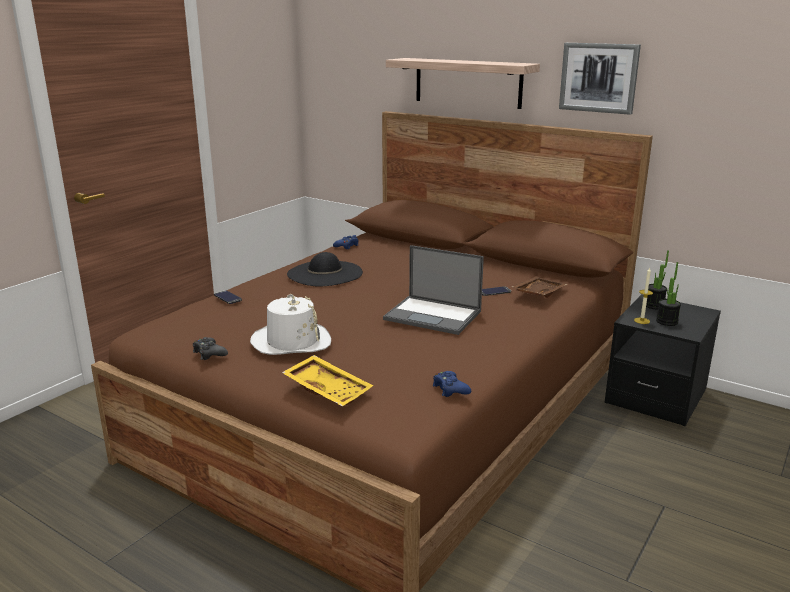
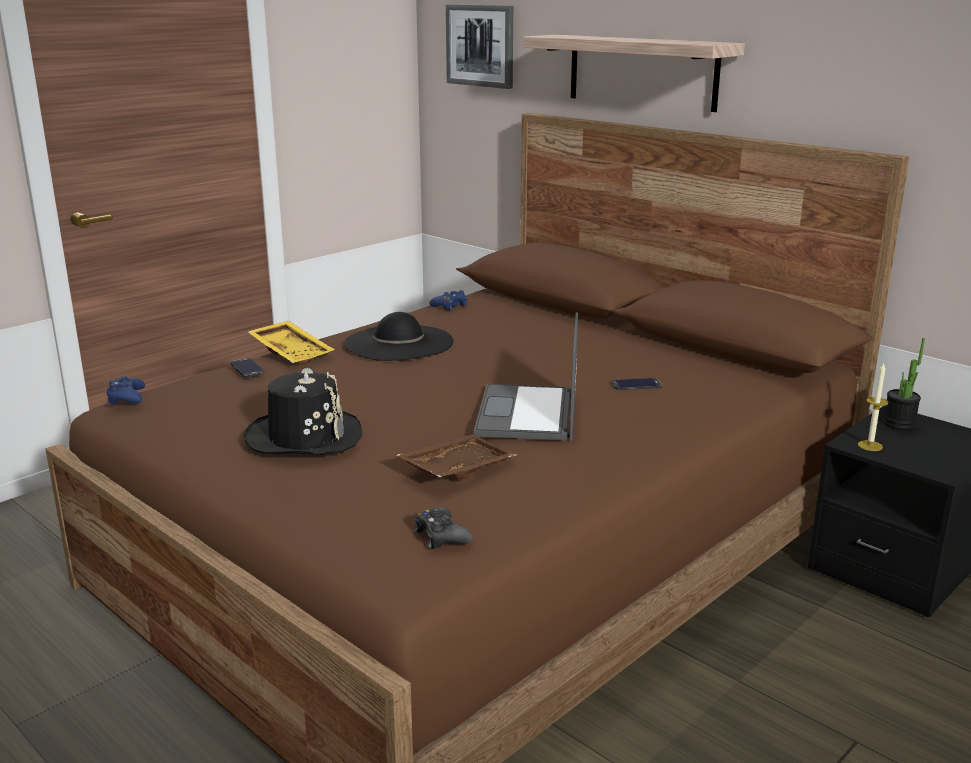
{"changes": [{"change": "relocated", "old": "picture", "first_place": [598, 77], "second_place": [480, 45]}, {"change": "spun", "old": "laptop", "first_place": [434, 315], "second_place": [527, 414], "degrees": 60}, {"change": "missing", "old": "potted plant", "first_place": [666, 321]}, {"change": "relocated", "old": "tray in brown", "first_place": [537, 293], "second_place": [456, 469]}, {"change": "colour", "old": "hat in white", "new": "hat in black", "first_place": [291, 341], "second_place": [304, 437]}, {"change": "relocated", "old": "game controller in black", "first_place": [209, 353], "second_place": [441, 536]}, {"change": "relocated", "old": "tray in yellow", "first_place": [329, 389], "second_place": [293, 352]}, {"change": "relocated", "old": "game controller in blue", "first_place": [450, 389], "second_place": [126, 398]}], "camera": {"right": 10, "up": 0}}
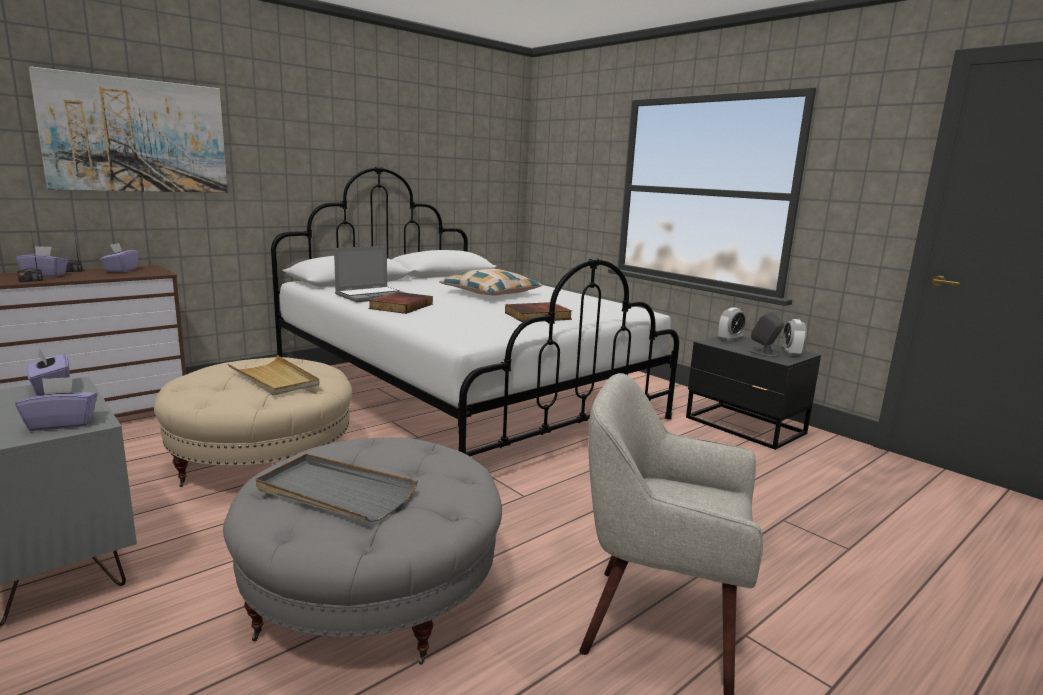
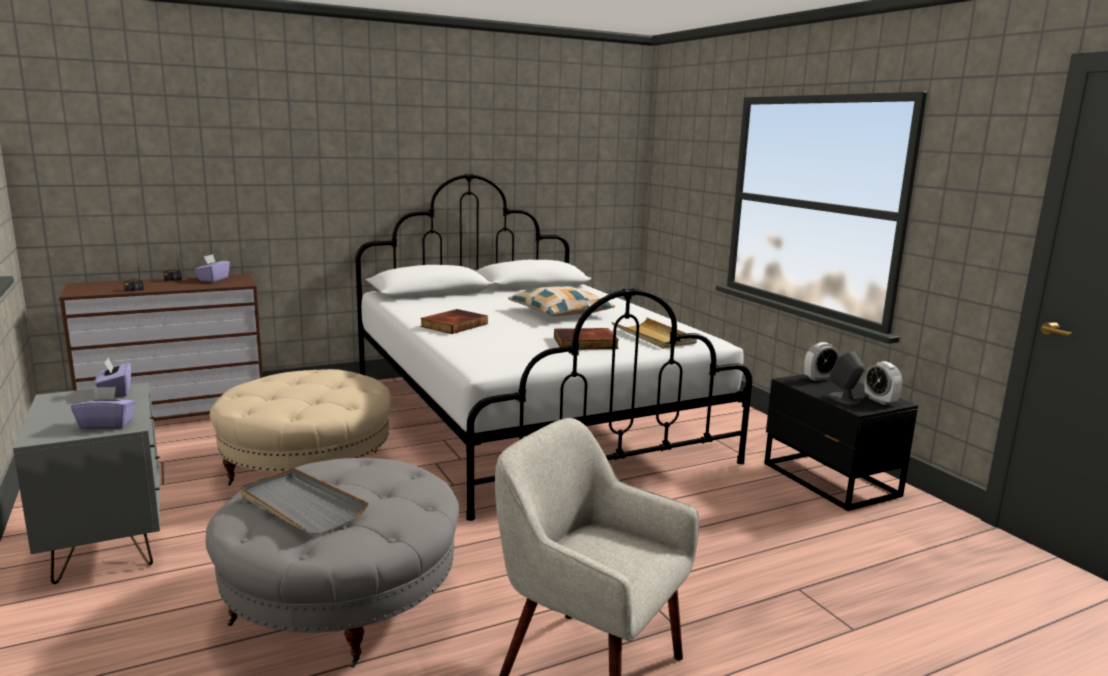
{"changes": [{"change": "missing", "old": "picture", "first_place": [137, 136]}, {"change": "missing", "old": "tissue box in purple", "first_place": [45, 275]}, {"change": "missing", "old": "laptop", "first_place": [372, 296]}, {"change": "spun", "old": "alarm clock", "first_place": [791, 353], "second_place": [880, 401], "degrees": -45}, {"change": "relocated", "old": "tray in beige", "first_place": [274, 379], "second_place": [653, 336]}], "camera": {"right": 15, "up": 0}}
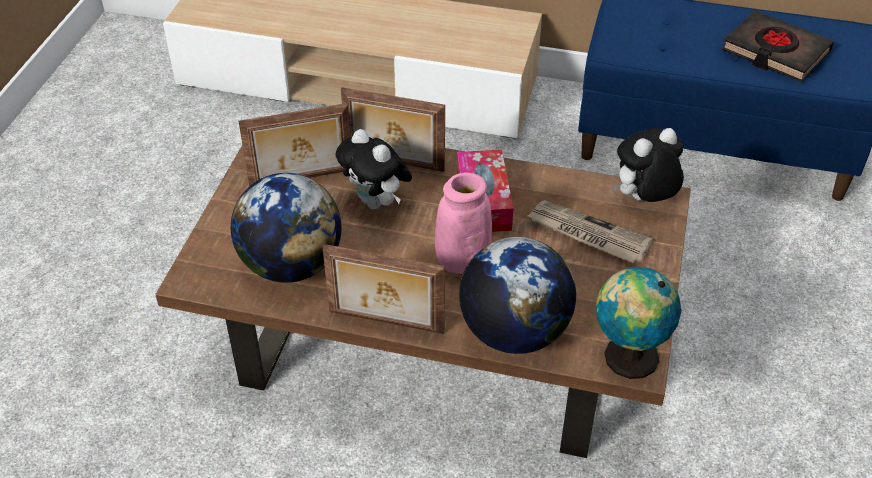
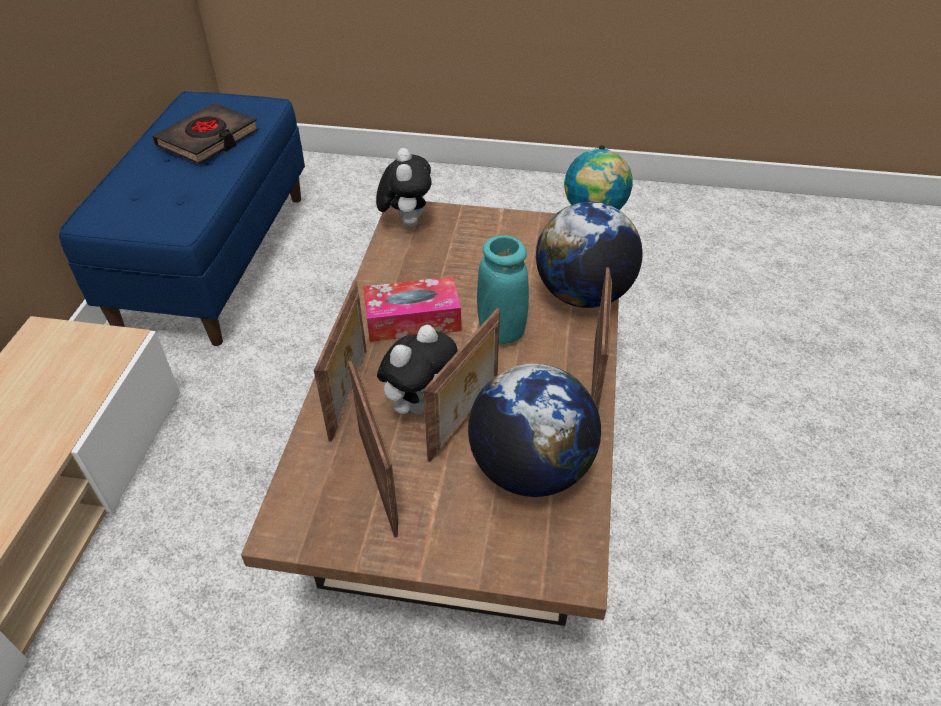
{"changes": [{"change": "spun", "old": "plush toy", "first_place": [643, 200], "second_place": [406, 221], "degrees": -150}, {"change": "colour", "old": "vase in pink", "new": "vase in turquoise", "first_place": [462, 261], "second_place": [501, 331]}, {"change": "missing", "old": "newspaper", "first_place": [587, 234]}, {"change": "appeared", "new": "picture frame", "second_place": [466, 419]}], "camera": {"right": -95, "up": 0}}
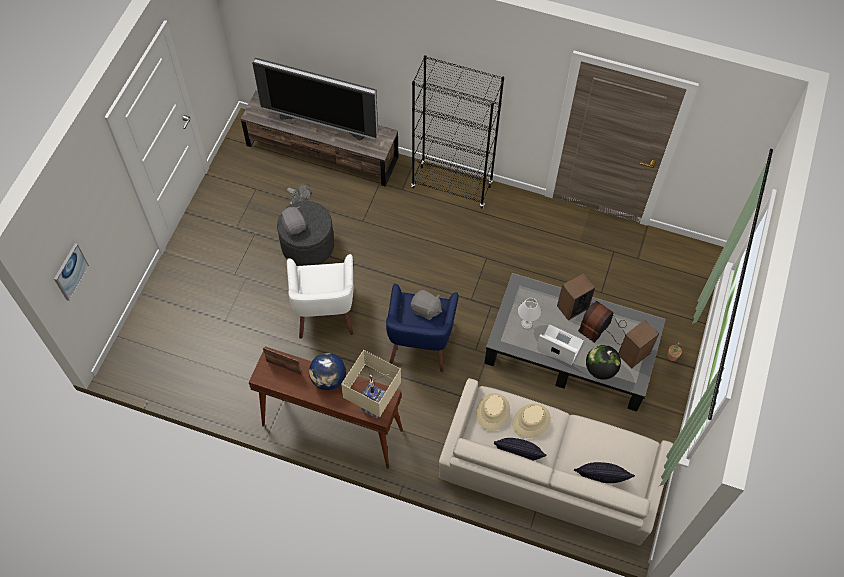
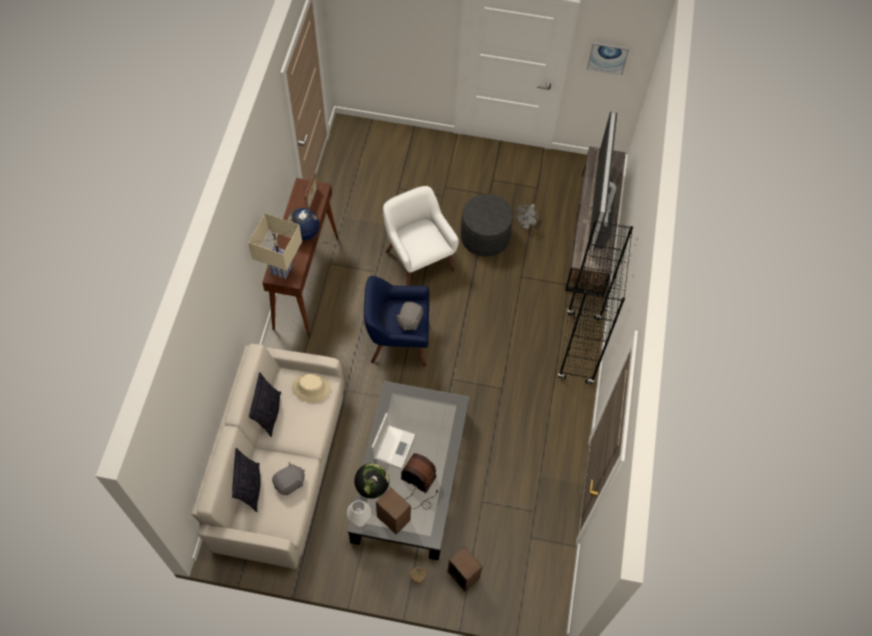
{"changes": [{"change": "relocated", "old": "plush toy in grey", "first_place": [294, 226], "second_place": [290, 483]}, {"change": "relocated", "old": "picture", "first_place": [70, 271], "second_place": [607, 57]}, {"change": "spun", "old": "armchair in white", "first_place": [325, 312], "second_place": [418, 260], "degrees": 75}, {"change": "relocated", "old": "speaker", "first_place": [572, 307], "second_place": [463, 575]}, {"change": "relocated", "old": "table lamp in white", "first_place": [526, 323], "second_place": [360, 521]}, {"change": "missing", "old": "hat in beige", "first_place": [531, 421]}], "camera": {"right": 80, "up": 0}}
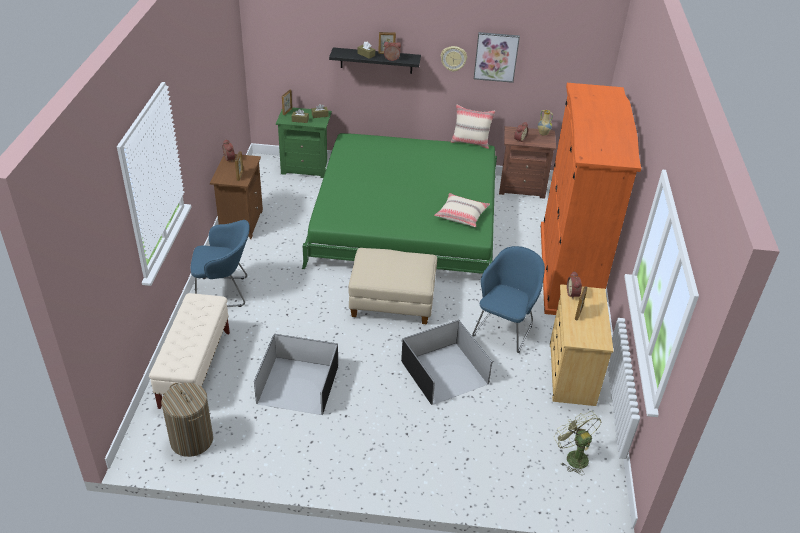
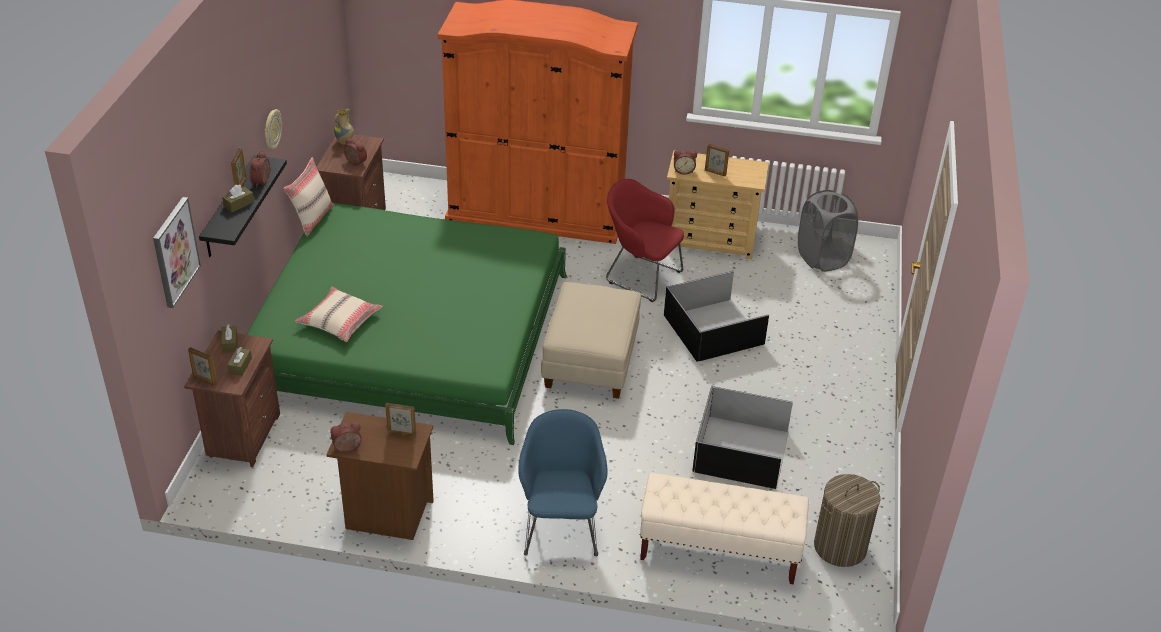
{"changes": [{"change": "relocated", "old": "picture", "first_place": [496, 57], "second_place": [174, 252]}, {"change": "colour", "old": "nightstand in green", "new": "nightstand in brown", "first_place": [306, 168], "second_place": [242, 435]}, {"change": "relocated", "old": "pillow in beige", "first_place": [461, 215], "second_place": [339, 321]}, {"change": "colour", "old": "armchair in blue", "new": "armchair in red", "first_place": [504, 329], "second_place": [640, 276]}, {"change": "exchanged", "old": "fan in green", "new": "laundry basket in grey", "first_place": [573, 456], "second_place": [822, 258]}], "camera": {"right": -85, "up": 0}}
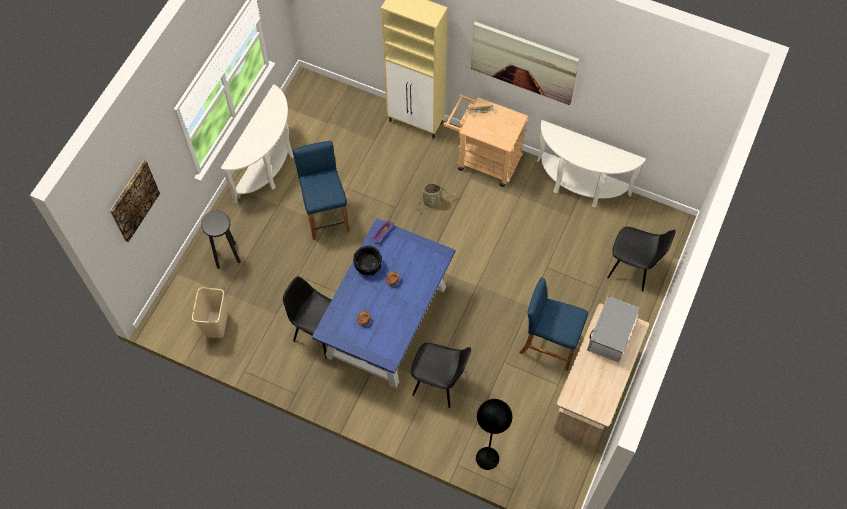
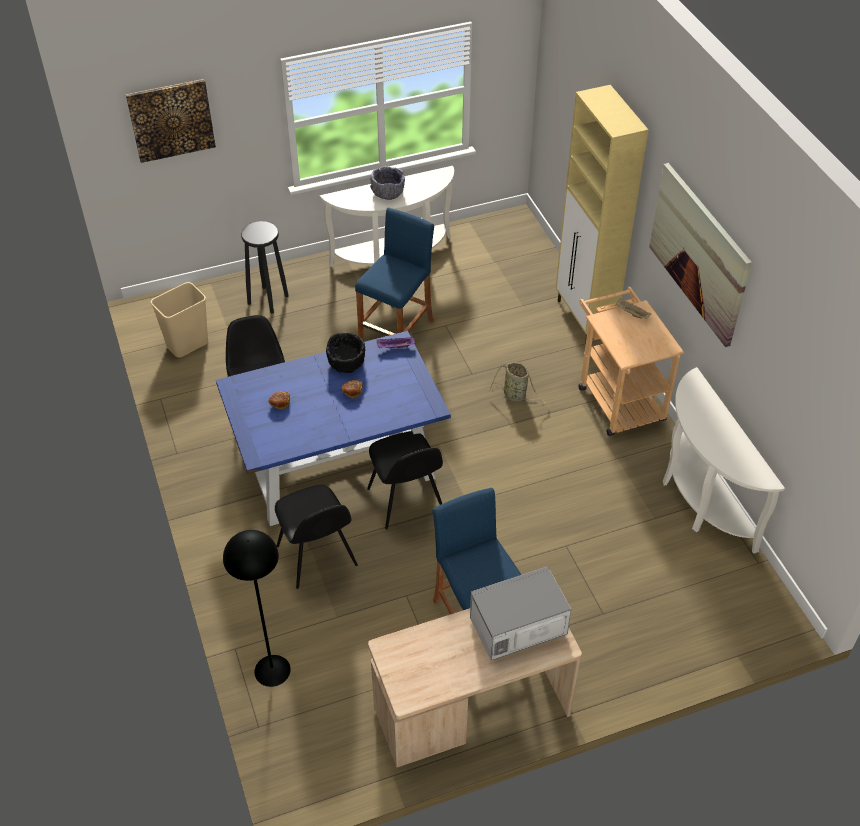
{"changes": [{"change": "relocated", "old": "chair in black", "first_place": [633, 268], "second_place": [406, 501]}, {"change": "appeared", "new": "bowl in grey", "second_place": [387, 192]}], "camera": {"right": 45, "up": -15}}
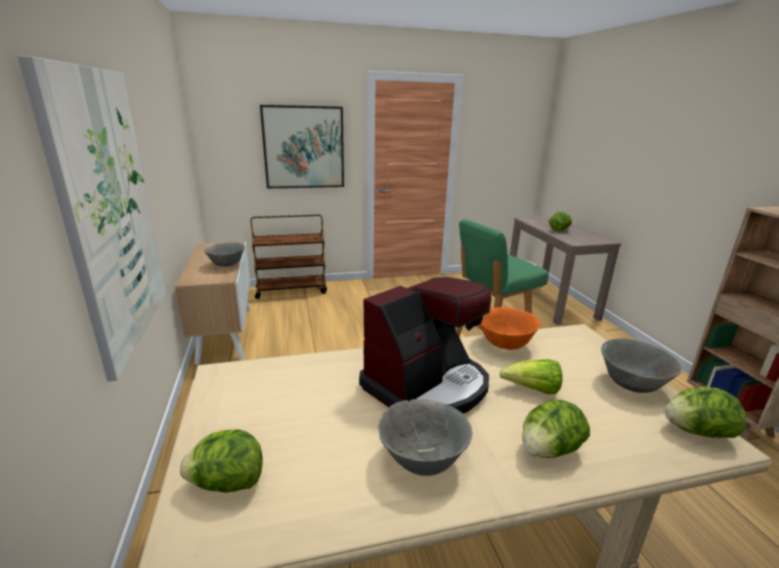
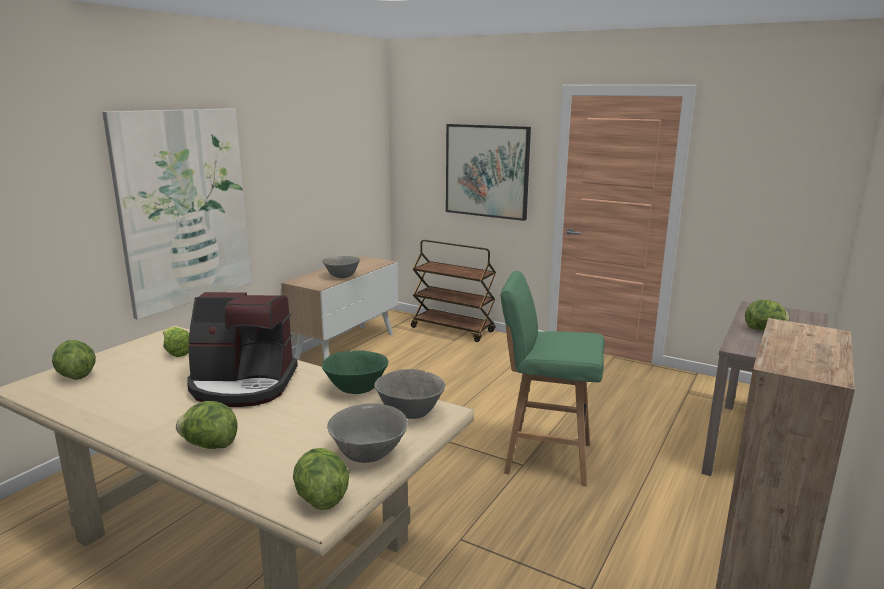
{"changes": [{"change": "colour", "old": "bowl in orange", "new": "bowl in green", "first_place": [505, 345], "second_place": [356, 390]}, {"change": "relocated", "old": "lettuce", "first_place": [532, 390], "second_place": [176, 352]}, {"change": "relocated", "old": "bowl in grey", "first_place": [422, 461], "second_place": [409, 413]}], "camera": {"right": 45, "up": -5}}
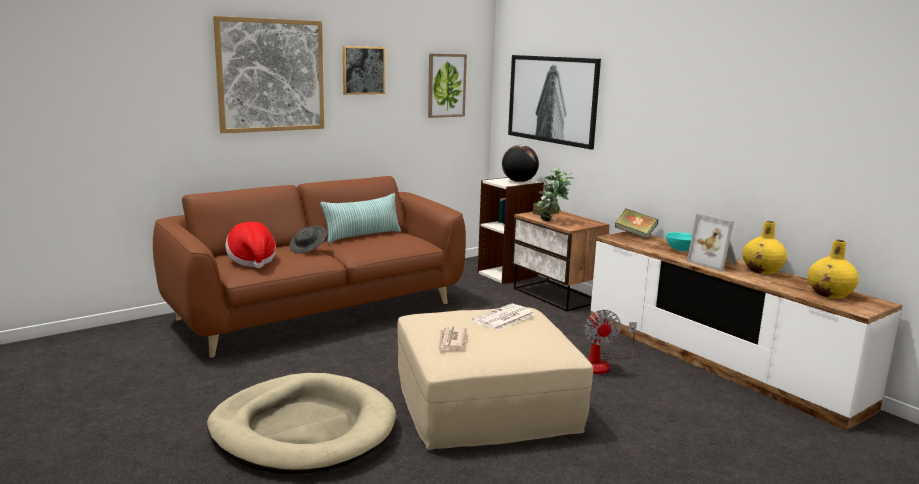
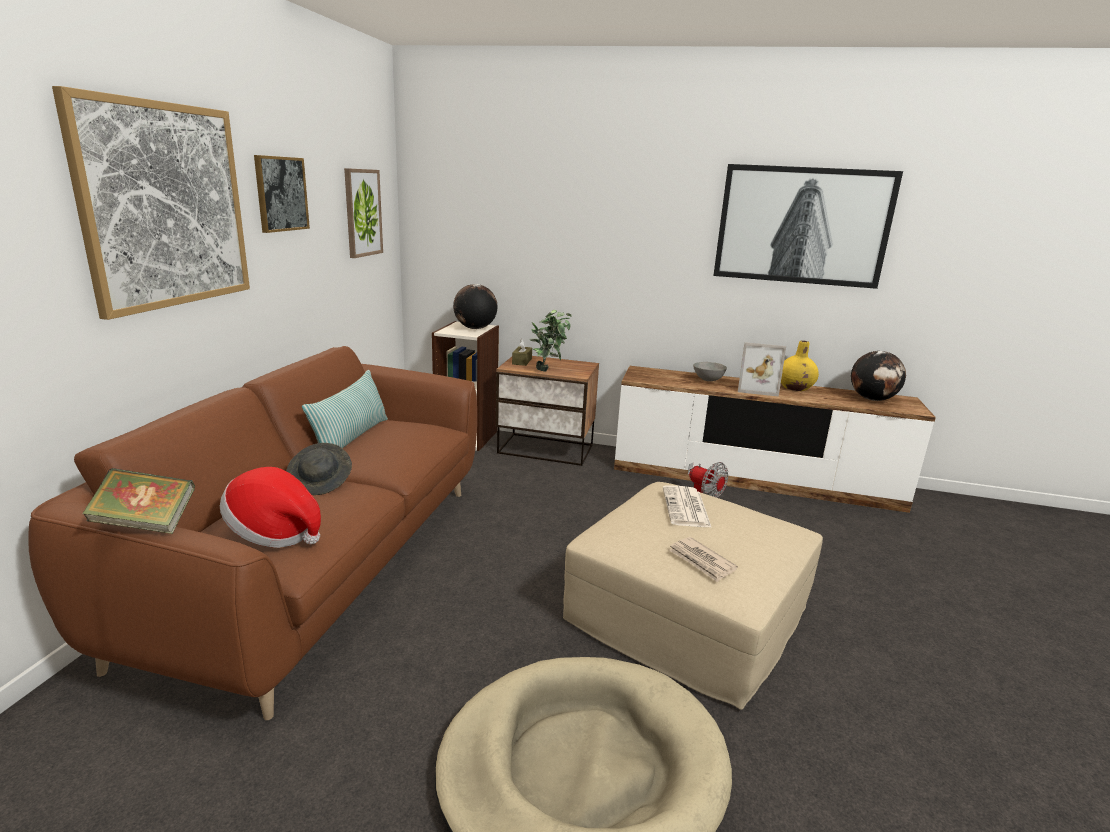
{"changes": [{"change": "relocated", "old": "picture", "first_place": [552, 99], "second_place": [802, 226]}, {"change": "relocated", "old": "book", "first_place": [635, 234], "second_place": [146, 524]}, {"change": "colour", "old": "bowl in turquoise", "new": "bowl in grey", "first_place": [680, 250], "second_place": [707, 380]}, {"change": "exchanged", "old": "vase in yellow", "new": "globe", "first_place": [830, 294], "second_place": [872, 399]}], "camera": {"right": -40, "up": 5}}
